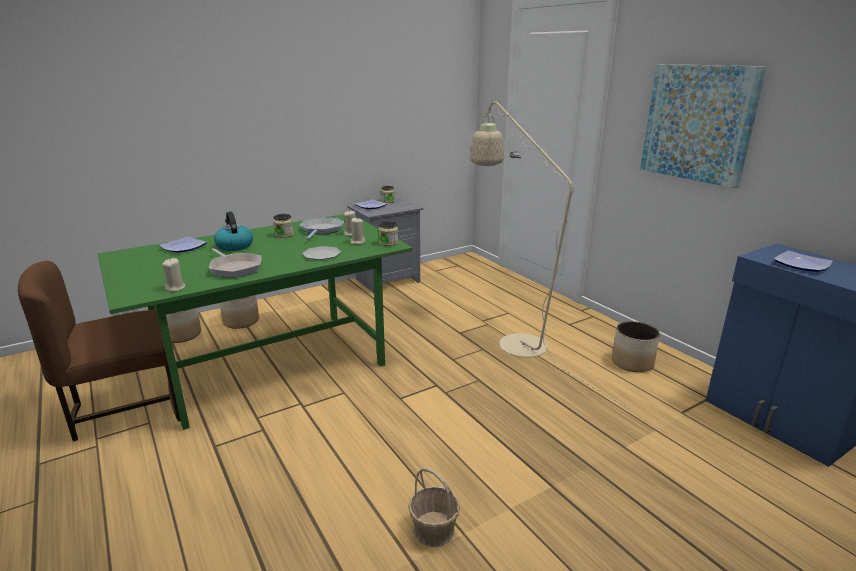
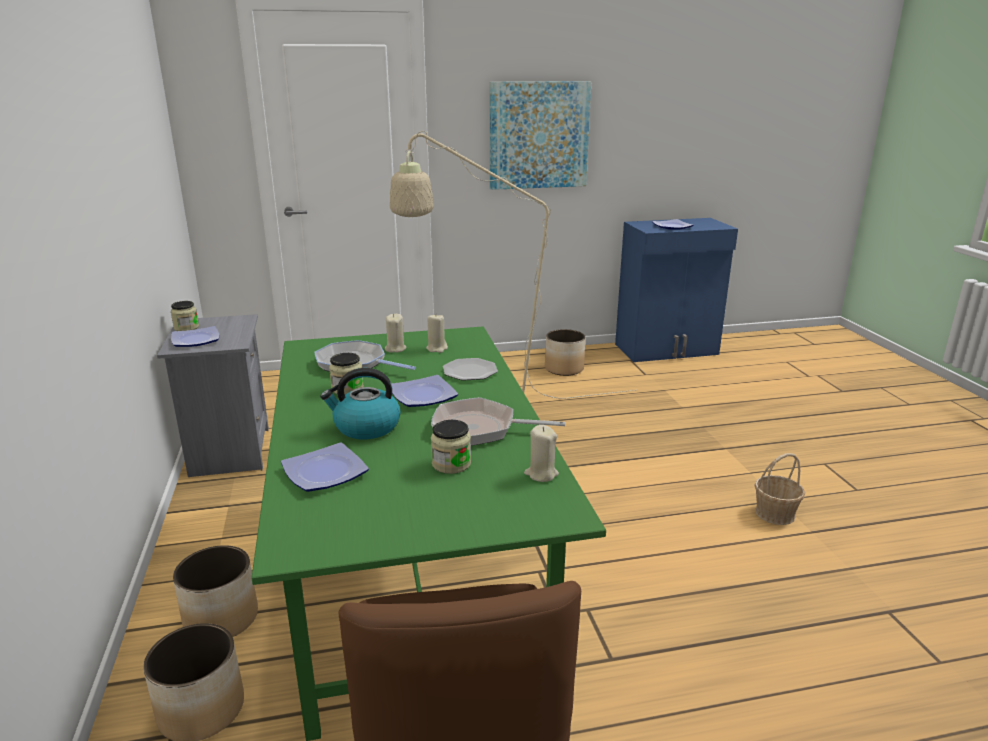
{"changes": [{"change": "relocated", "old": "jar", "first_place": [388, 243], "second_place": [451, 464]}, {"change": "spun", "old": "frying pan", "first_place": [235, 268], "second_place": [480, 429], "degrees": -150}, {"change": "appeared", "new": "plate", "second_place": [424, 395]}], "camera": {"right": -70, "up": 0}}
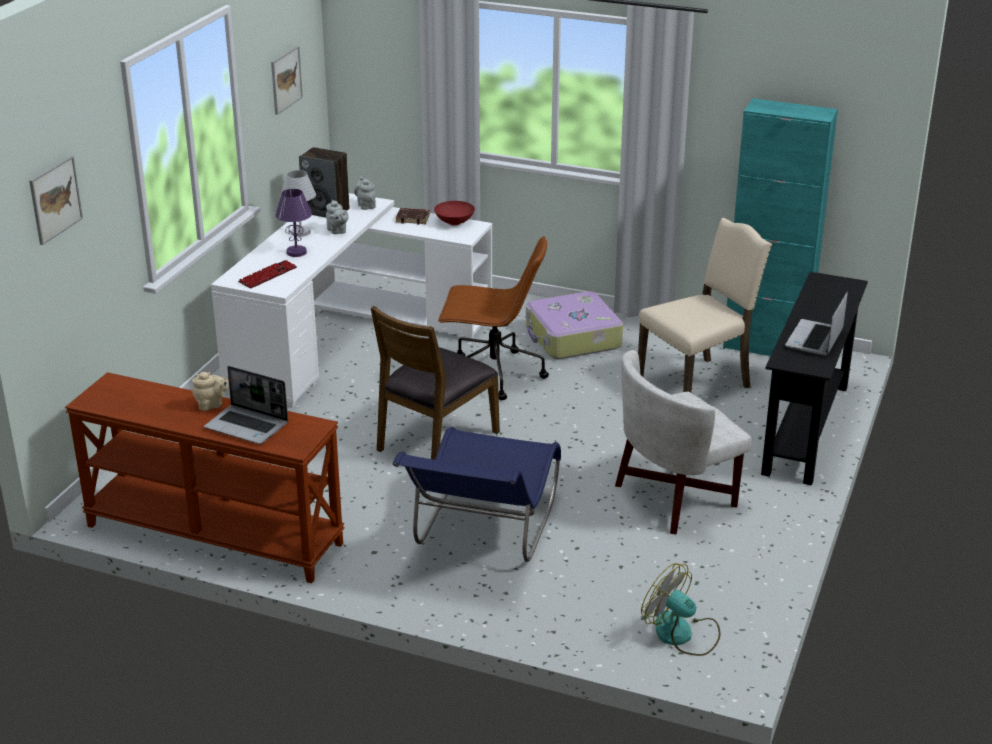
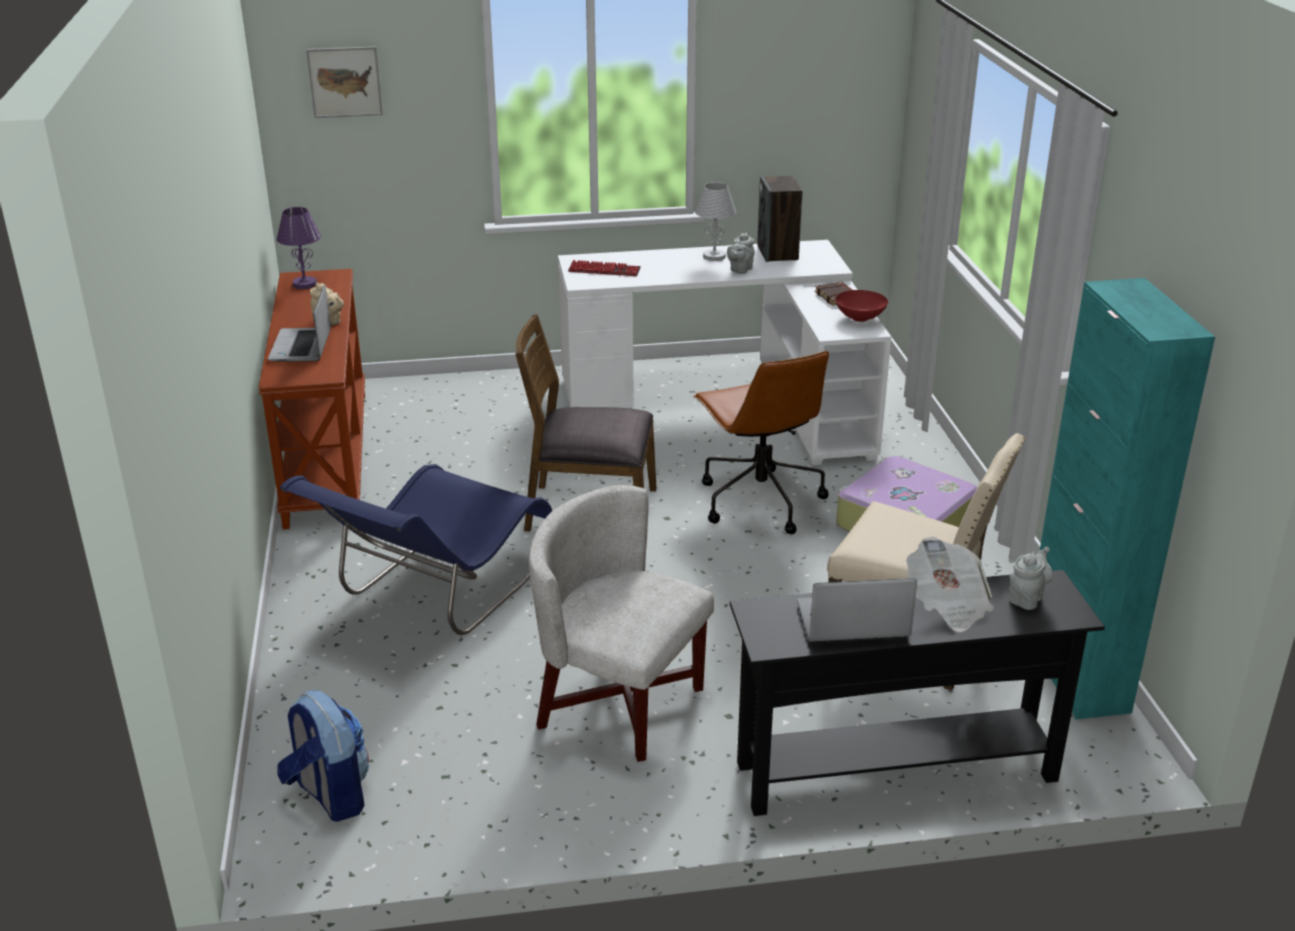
{"changes": [{"change": "missing", "old": "picture", "first_place": [286, 80]}, {"change": "relocated", "old": "teapot in grey", "first_place": [366, 205], "second_place": [1027, 598]}, {"change": "relocated", "old": "table lamp in purple", "first_place": [296, 252], "second_place": [305, 284]}, {"change": "spun", "old": "chair in blue", "first_place": [482, 535], "second_place": [433, 596], "degrees": -45}, {"change": "exchanged", "old": "fan", "new": "backpack", "first_place": [682, 634], "second_place": [329, 795]}, {"change": "appeared", "new": "newspaper", "second_place": [947, 604]}], "camera": {"right": 60, "up": 0}}
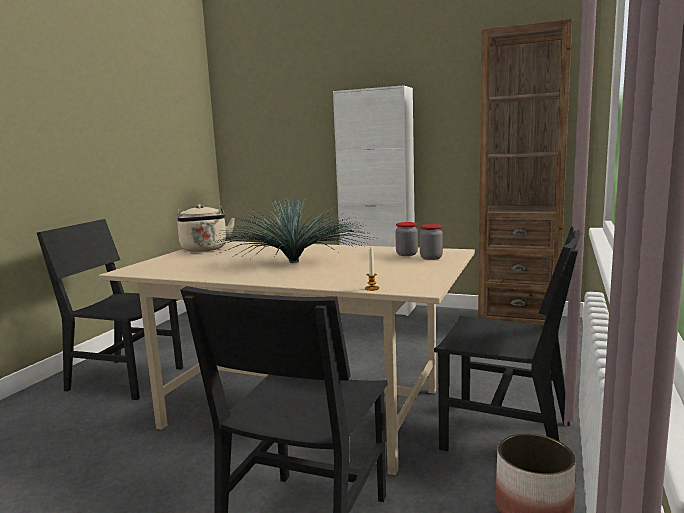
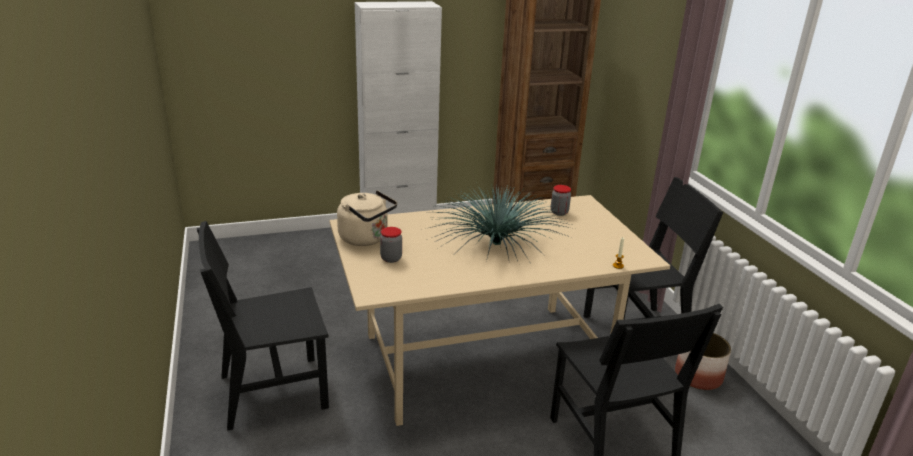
{"changes": [{"change": "relocated", "old": "jar", "first_place": [431, 258], "second_place": [391, 258]}], "camera": {"right": -40, "up": 15}}
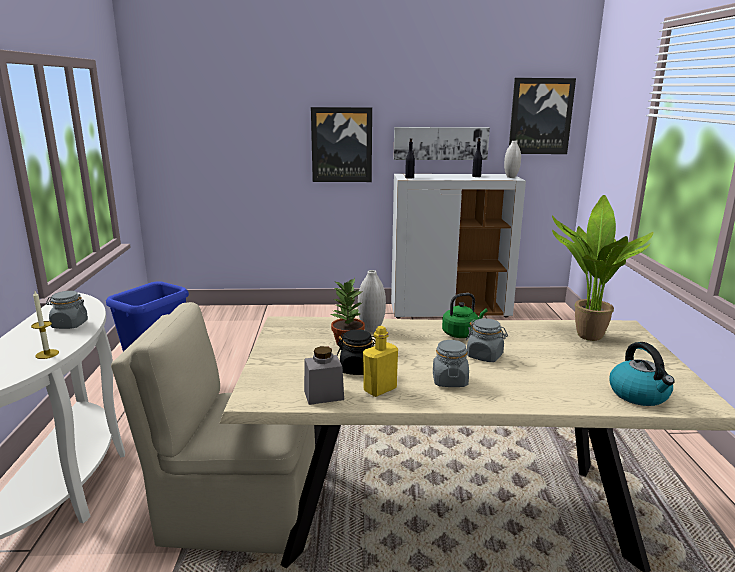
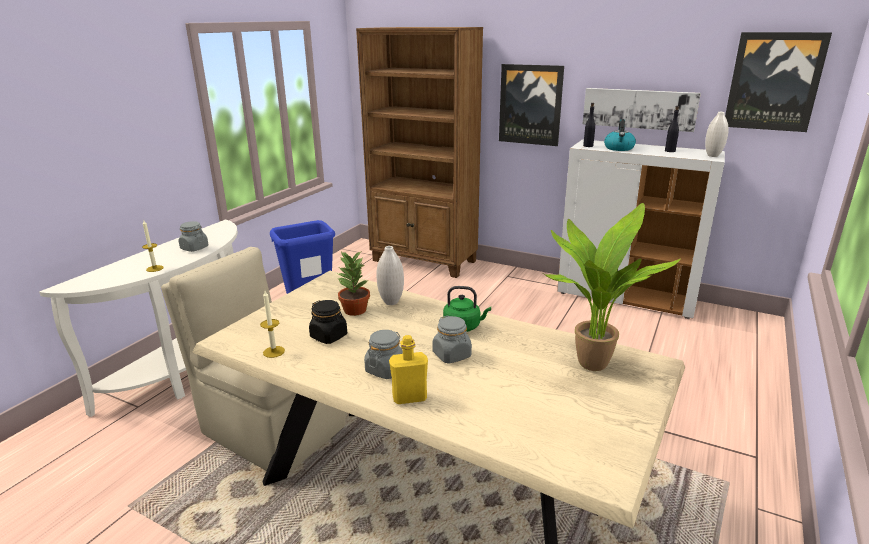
{"changes": [{"change": "relocated", "old": "bottle in yellow", "first_place": [380, 389], "second_place": [409, 397]}, {"change": "relocated", "old": "kettle", "first_place": [639, 395], "second_place": [619, 148]}, {"change": "exchanged", "old": "jar in grey", "new": "candle", "first_place": [323, 395], "second_place": [274, 352]}, {"change": "appeared", "new": "bookcase in brown", "second_place": [424, 261]}], "camera": {"right": 30, "up": 5}}
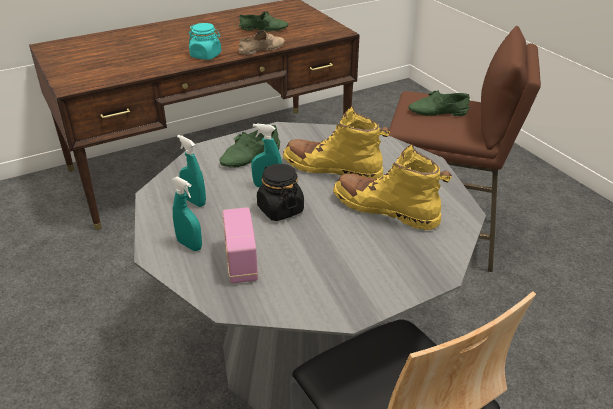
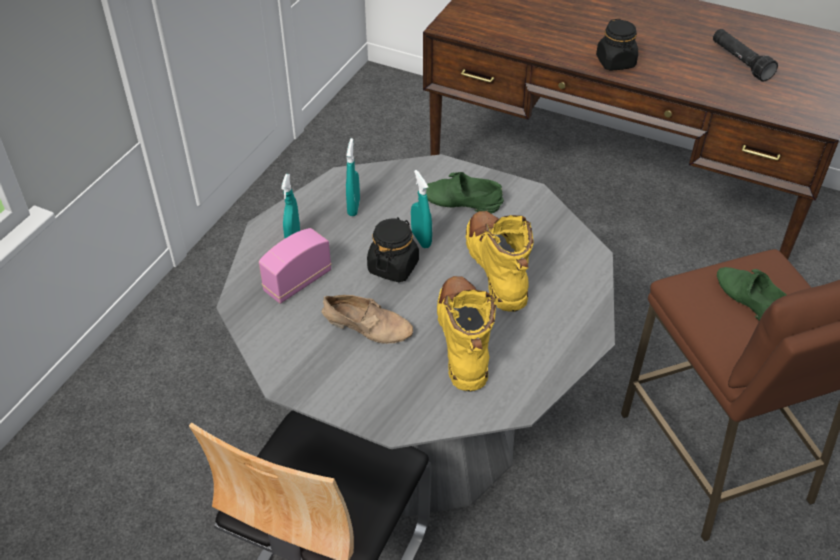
{"changes": [{"change": "exchanged", "old": "shoe in green", "new": "flashlight in black", "first_place": [264, 28], "second_place": [740, 62]}, {"change": "colour", "old": "jar in turquoise", "new": "jar in black", "first_place": [206, 55], "second_place": [615, 62]}, {"change": "relocated", "old": "shoe in beige", "first_place": [261, 48], "second_place": [368, 325]}], "camera": {"right": 55, "up": 10}}
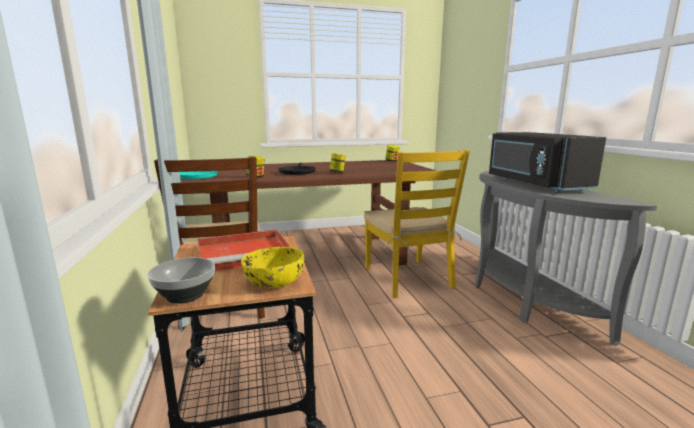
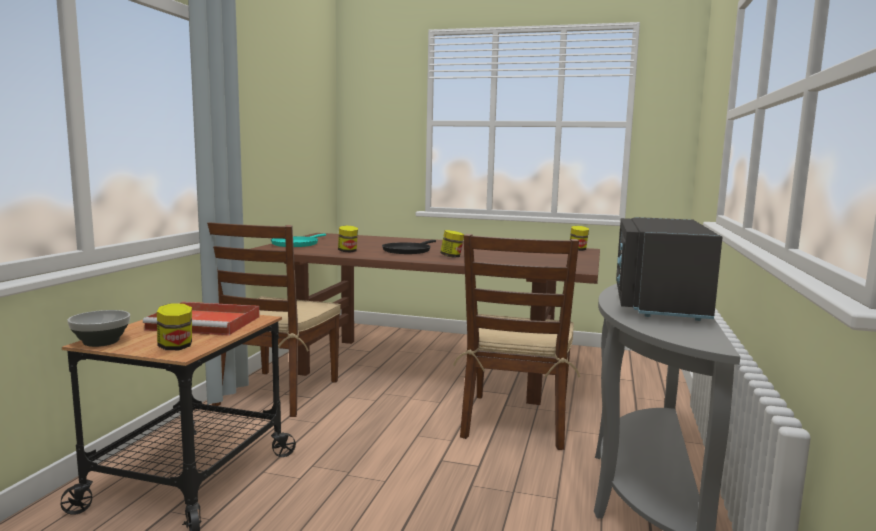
{"changes": [{"change": "colour", "old": "chair in yellow", "new": "chair in brown", "first_place": [408, 278], "second_place": [516, 421]}, {"change": "exchanged", "old": "bowl in yellow", "new": "jar", "first_place": [274, 281], "second_place": [176, 347]}], "camera": {"right": 30, "up": -5}}
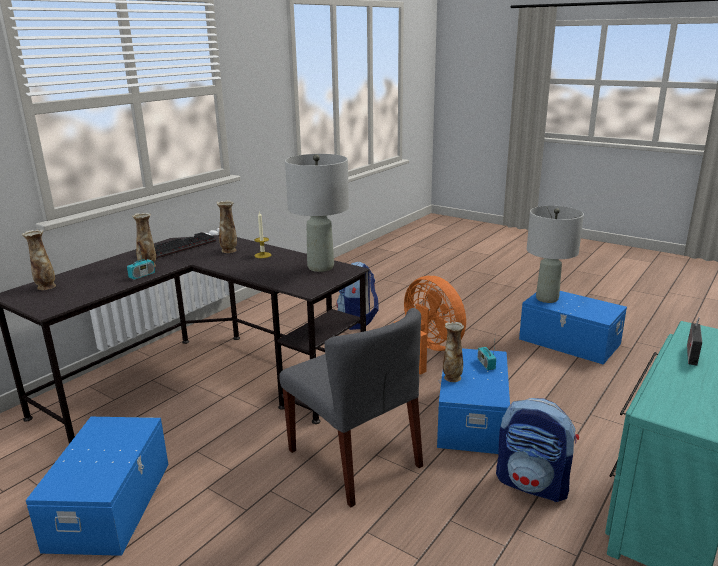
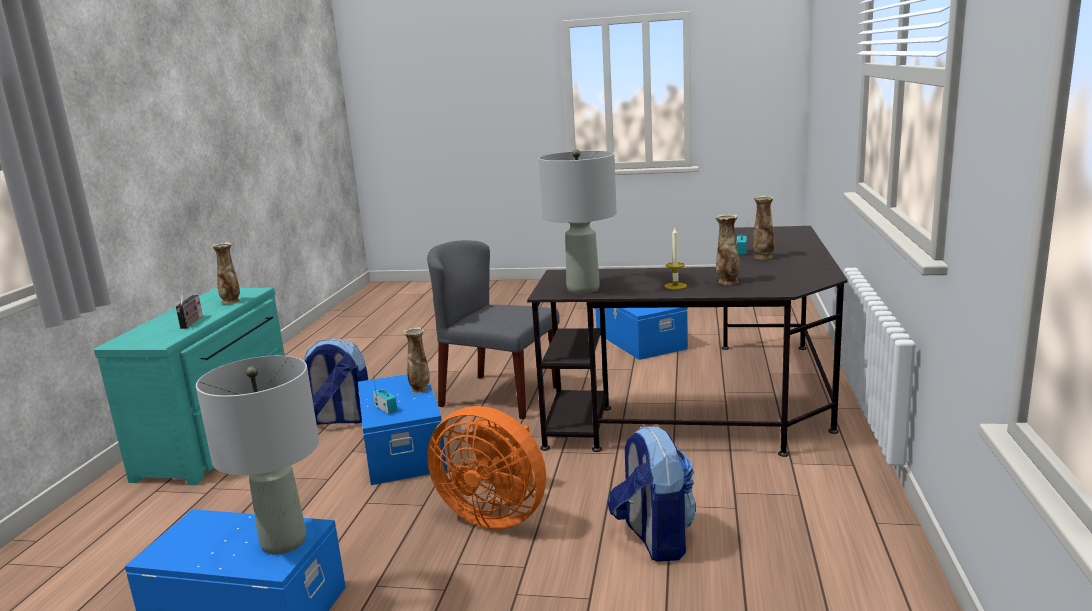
{"changes": [{"change": "relocated", "old": "vase", "first_place": [45, 287], "second_place": [231, 301]}, {"change": "missing", "old": "keyboard", "first_place": [177, 248]}], "camera": {"right": 155, "up": -5}}
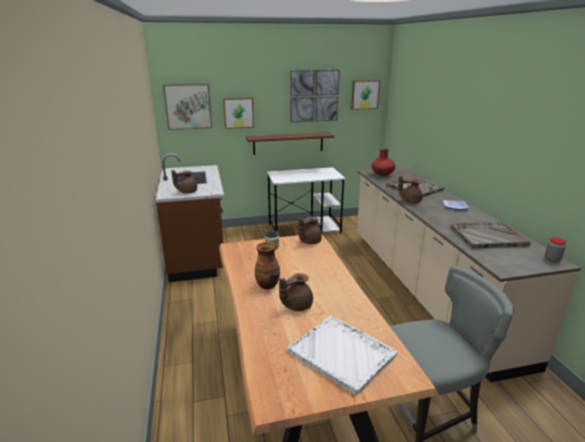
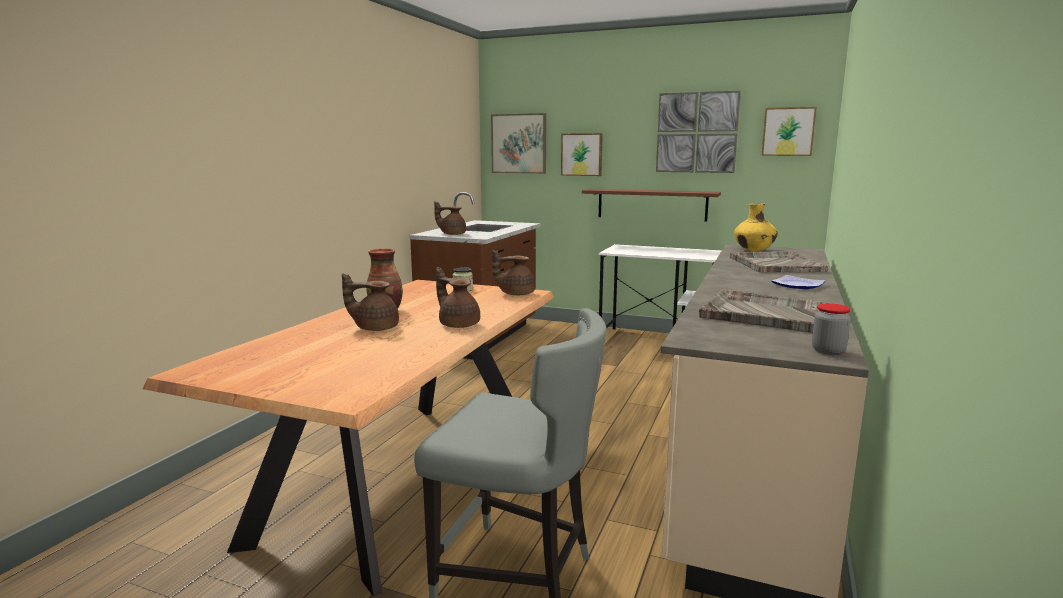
{"changes": [{"change": "colour", "old": "vase in red", "new": "vase in yellow", "first_place": [382, 175], "second_place": [754, 250]}, {"change": "relocated", "old": "teapot in brown", "first_place": [410, 201], "second_place": [458, 324]}, {"change": "missing", "old": "tray in white", "first_place": [342, 354]}], "camera": {"right": 35, "up": -10}}
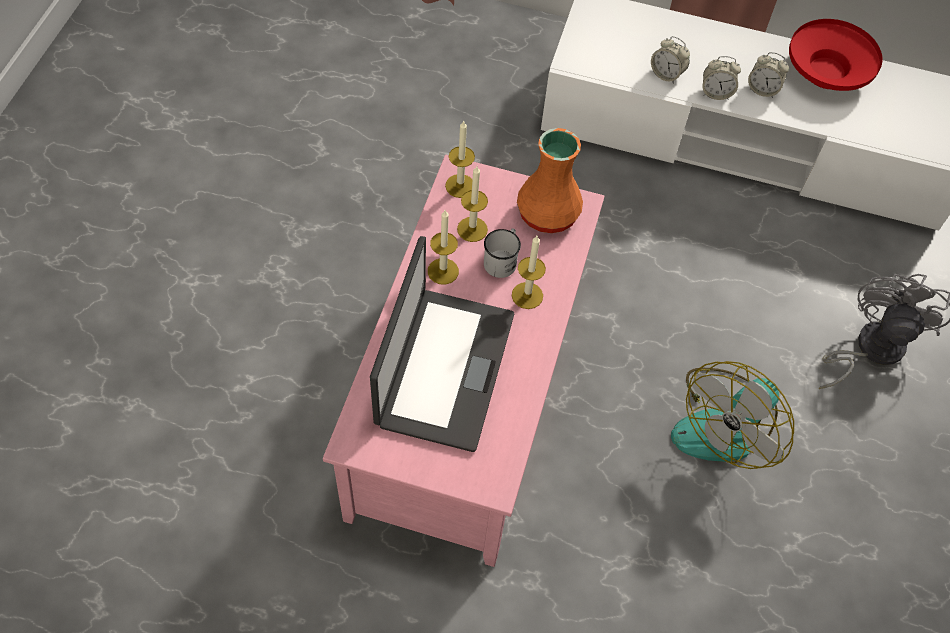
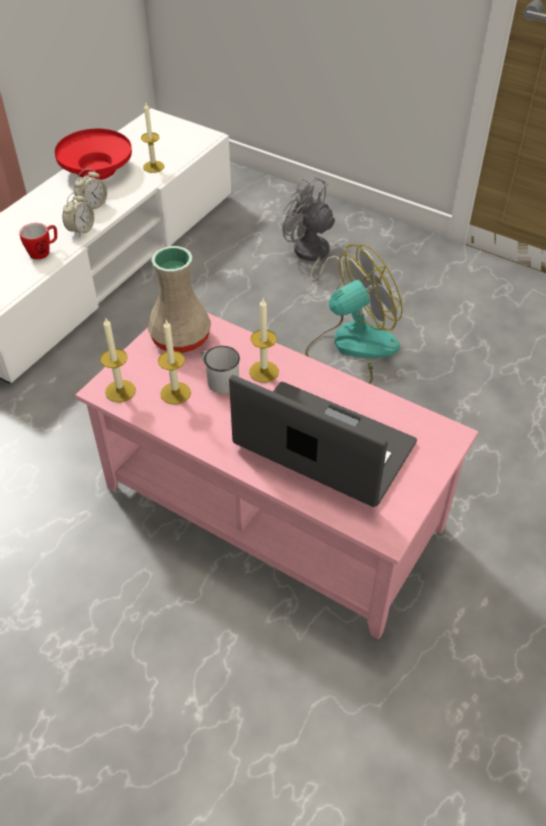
{"changes": [{"change": "exchanged", "old": "alarm clock", "new": "mug", "first_place": [666, 74], "second_place": [43, 252]}, {"change": "colour", "old": "vase in orange", "new": "vase in beige", "first_place": [547, 212], "second_place": [179, 338]}, {"change": "relocated", "old": "candle", "first_place": [443, 271], "second_place": [153, 166]}, {"change": "spun", "old": "fan", "first_place": [726, 424], "second_place": [351, 348], "degrees": -90}], "camera": {"right": -70, "up": -10}}
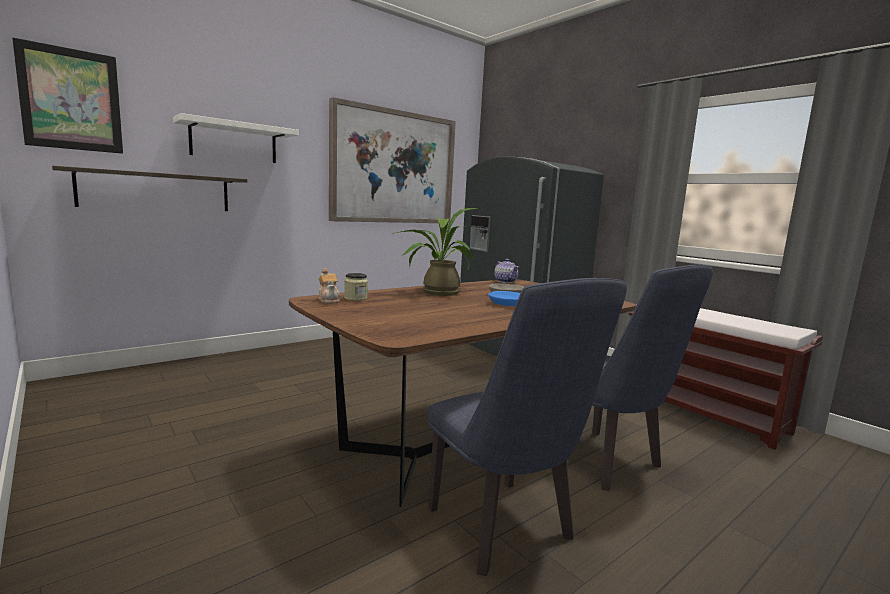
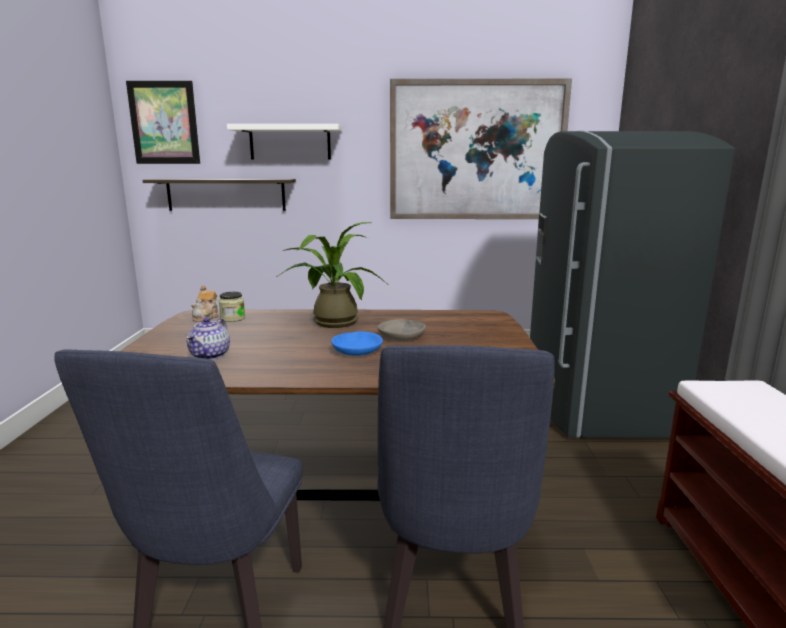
{"changes": [{"change": "relocated", "old": "teapot", "first_place": [505, 281], "second_place": [210, 355]}], "camera": {"right": 40, "up": 5}}
